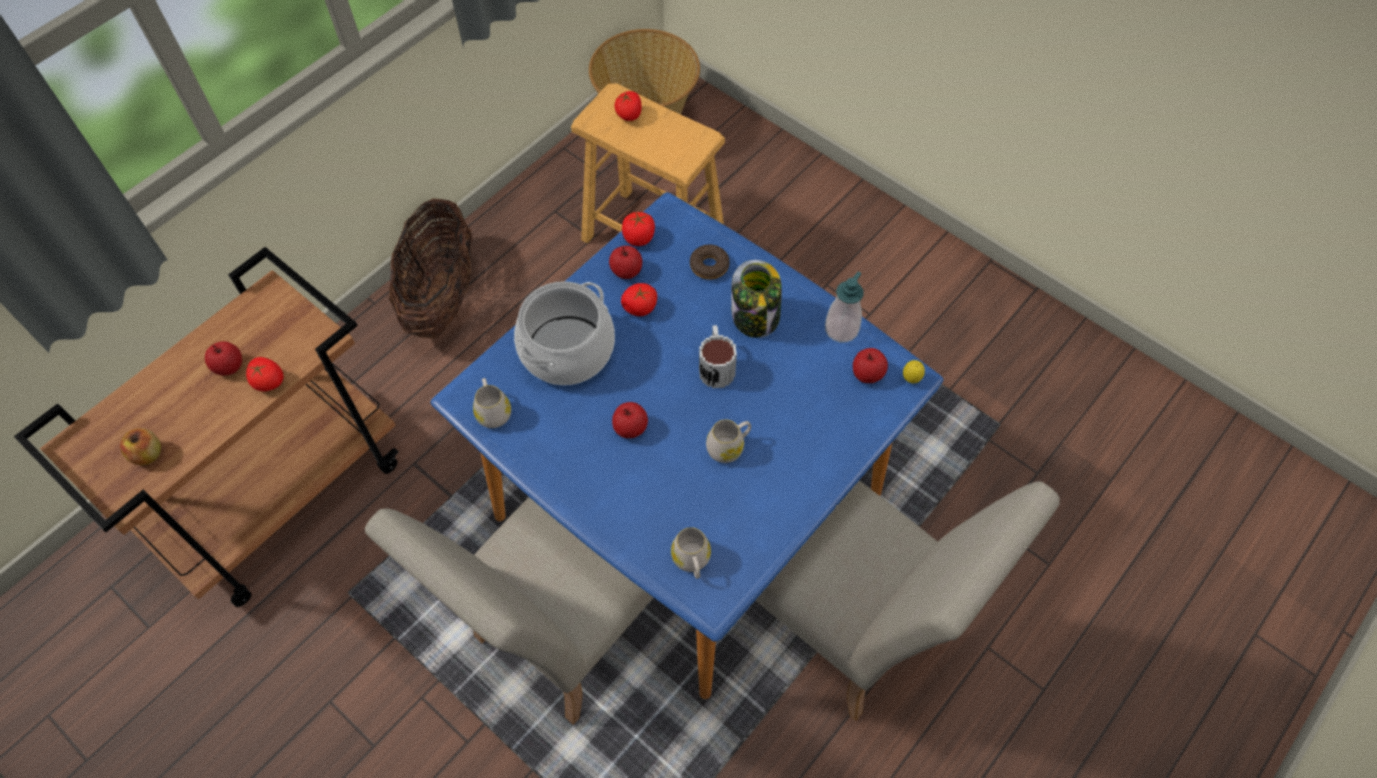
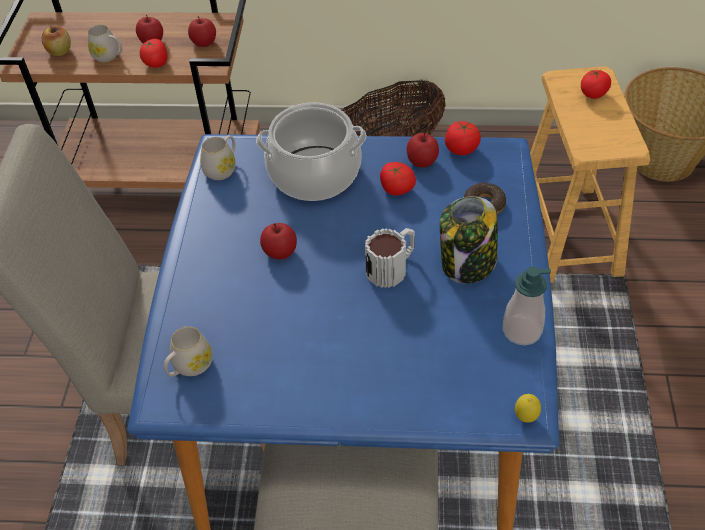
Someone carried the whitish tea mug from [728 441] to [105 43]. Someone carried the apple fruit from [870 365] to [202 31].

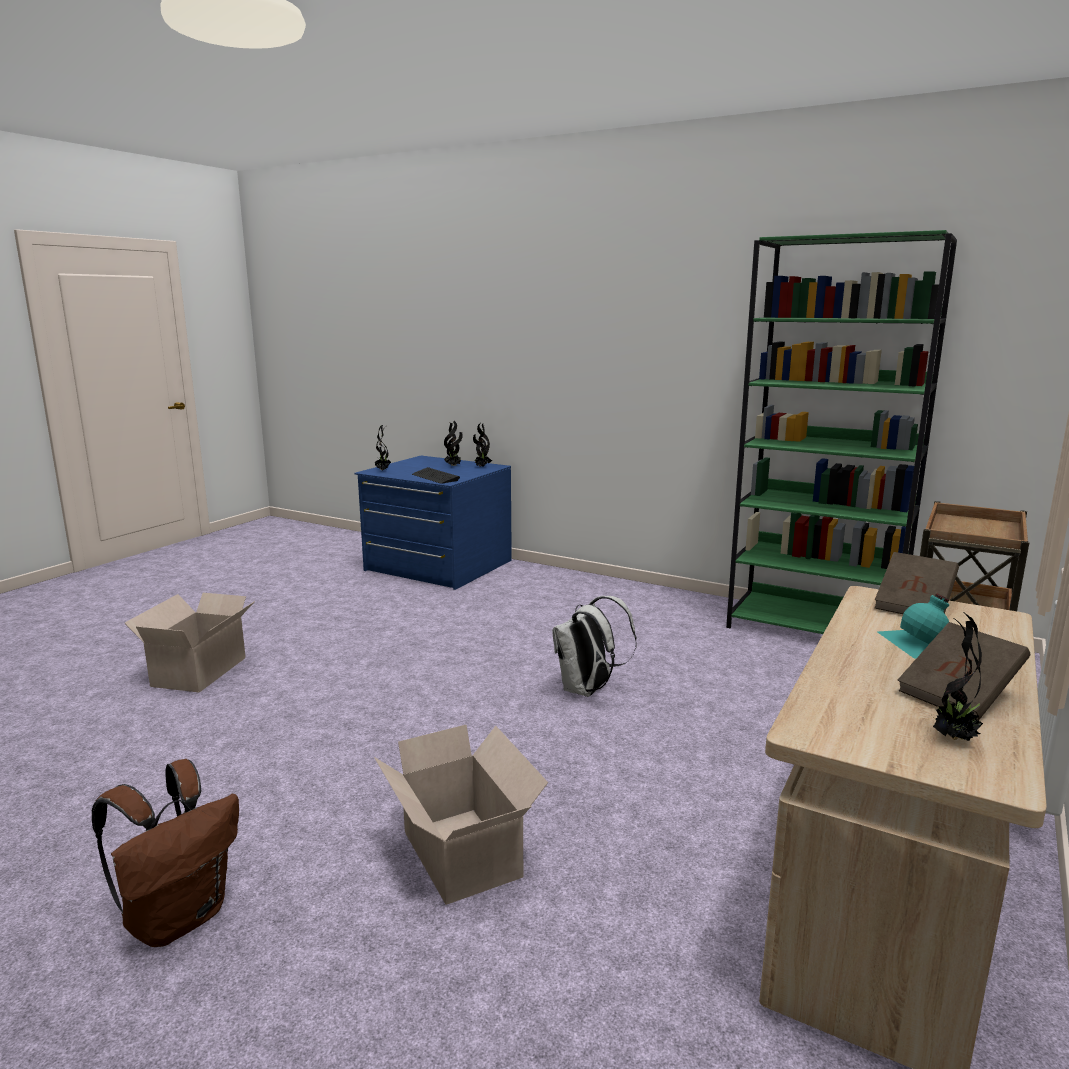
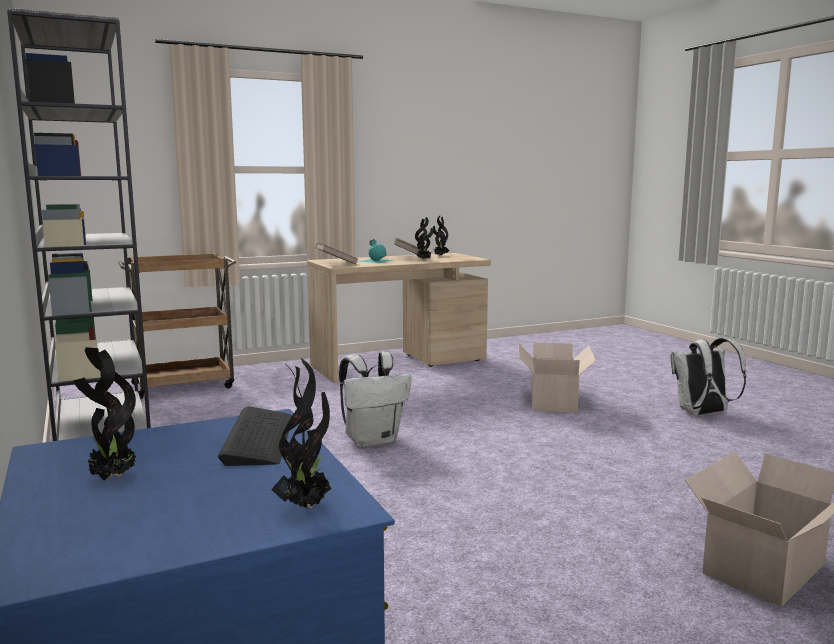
Someone repainted the greenish bookcase at [841 432], which became the greyish bookcase at [79 224]. Someone carried the plant in a pot from [482 445] to [424 238]. Someone repainted the brown-coloured backpack at [165 853], which became the whitish backpack at [708 376].

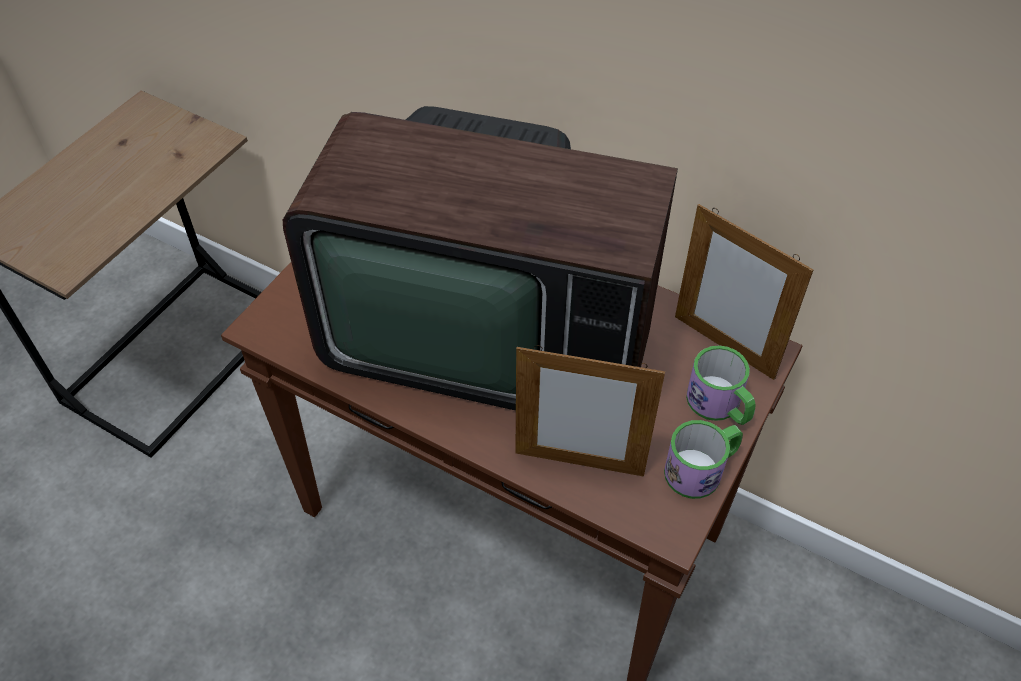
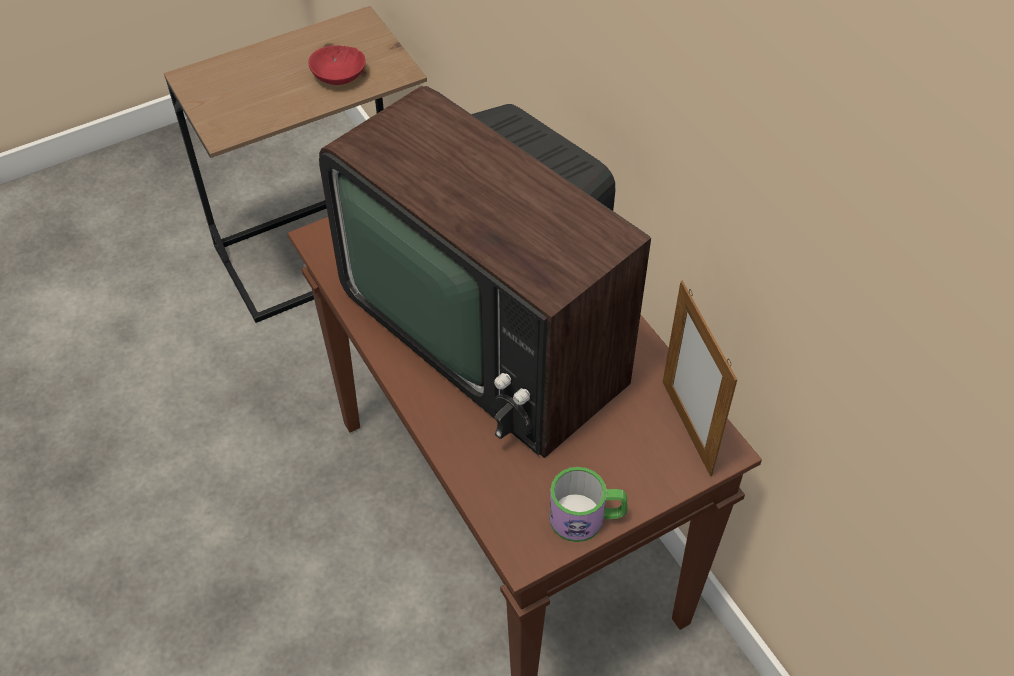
Someone put down the reddish bowl at [337 65]. Someone took away the picture frame at [590 411]. Someone took away the tea mug at [720 385].

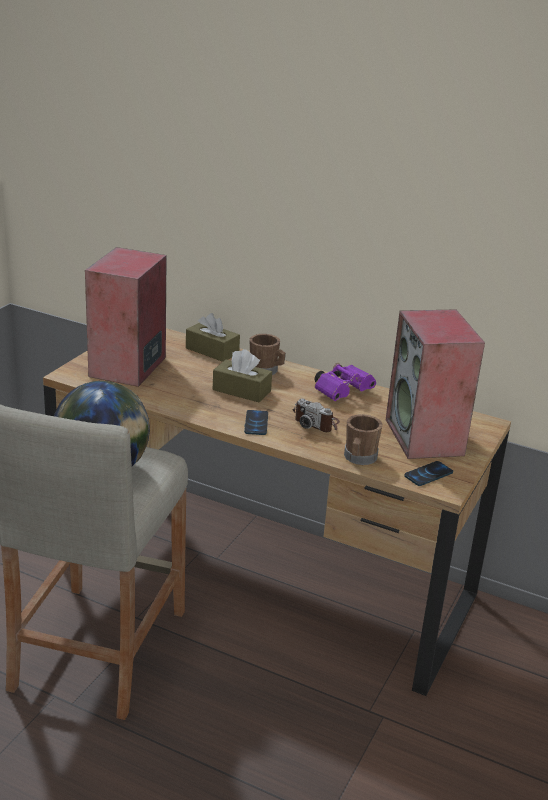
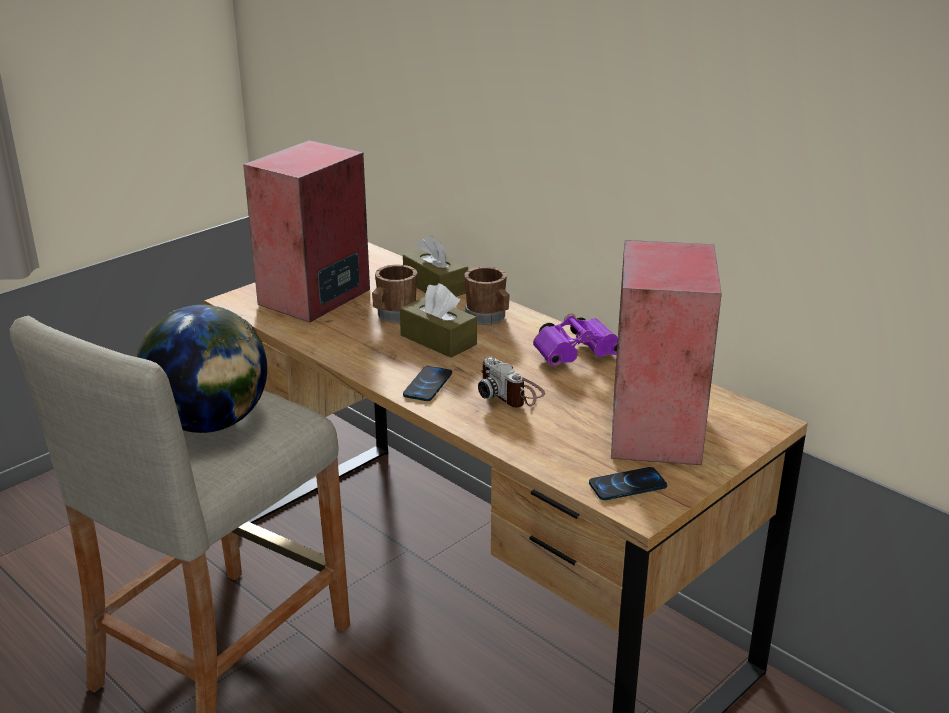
Someone carried the brown-coloured tea mug from [363 439] to [394 293].

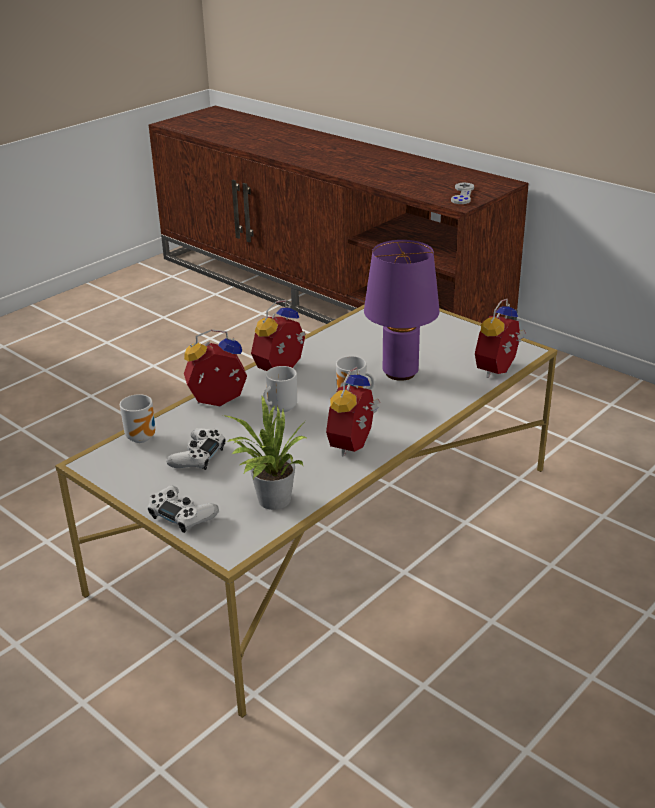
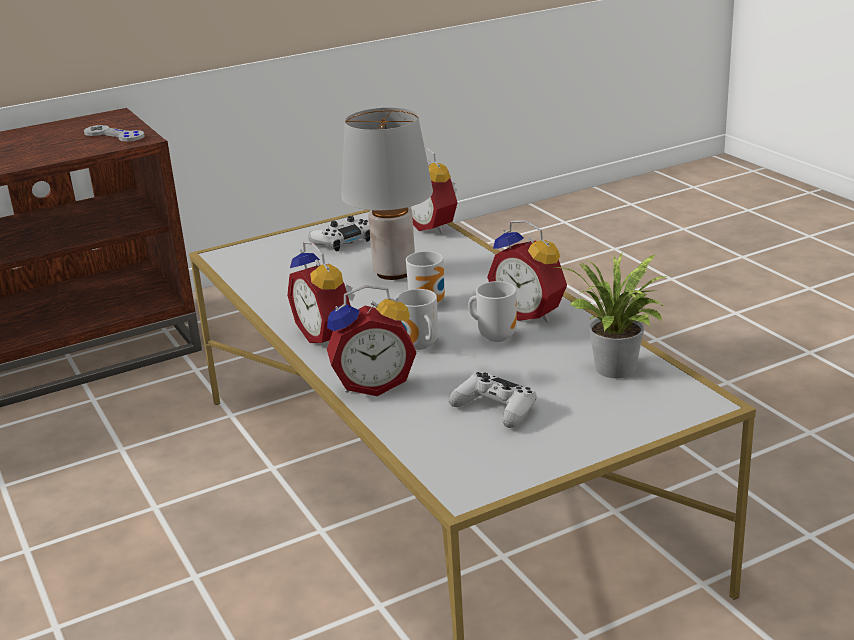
Someone carried the whitish game controller from [183 509] to [339 233]. Someone rotated the alarm clock at [215 367] by 105 degrees counterclockwise. Someone repainted the purple-coloured table lamp at [402 310], which became the greyish table lamp at [387 194]. Someone carried the tea mug from [137 418] to [492 311].

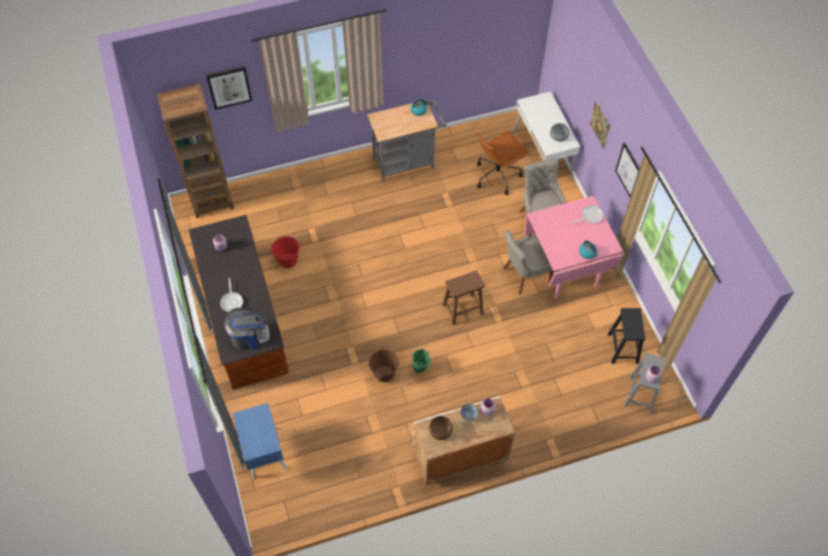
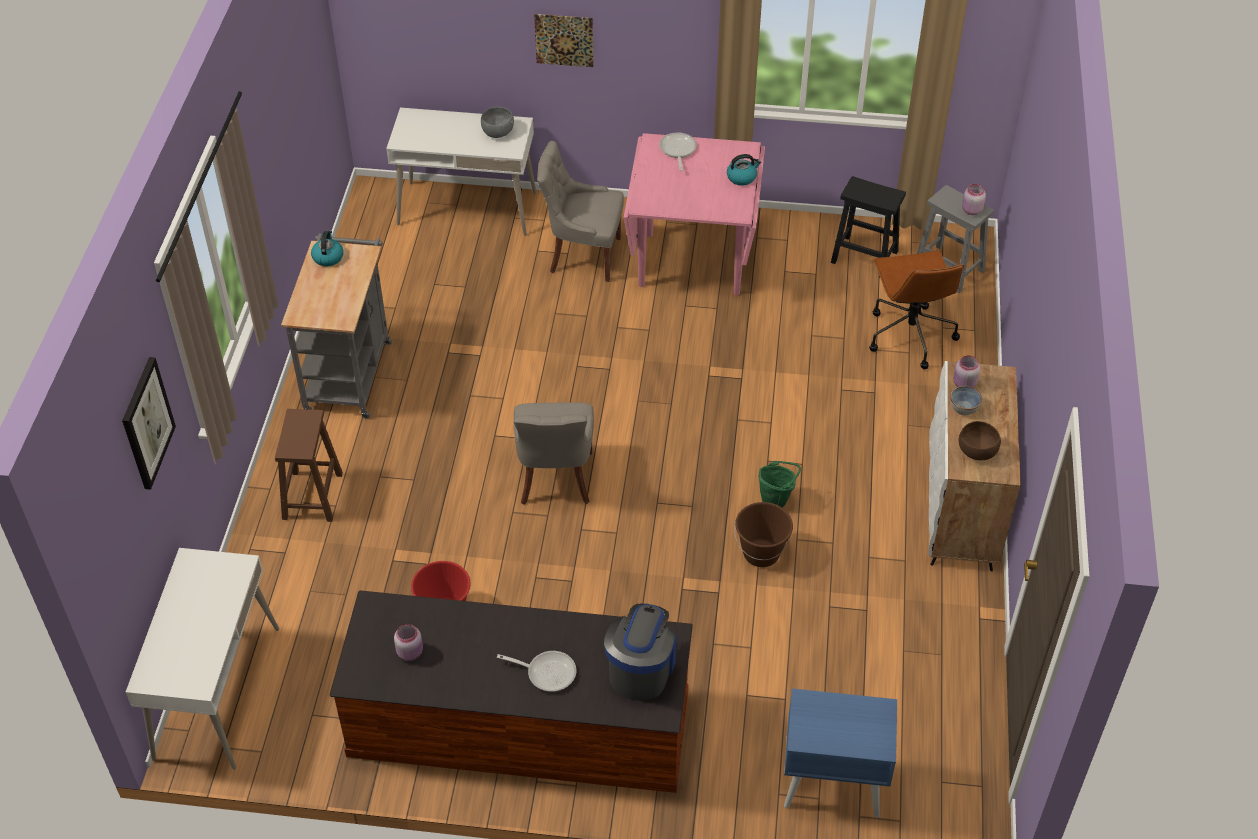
Someone swapped the brown-coloured bookcase at [195 151] for the whitish desk at [202 659]. Someone carried the brown-coloured stool seat from [463 297] to [309 465]. Someone carried the greyish upright chair from [528 262] to [554 453]. Someone carried the brown-coloured desk chair from [504 163] to [916 310]. Someone took away the wall art at [627 170].

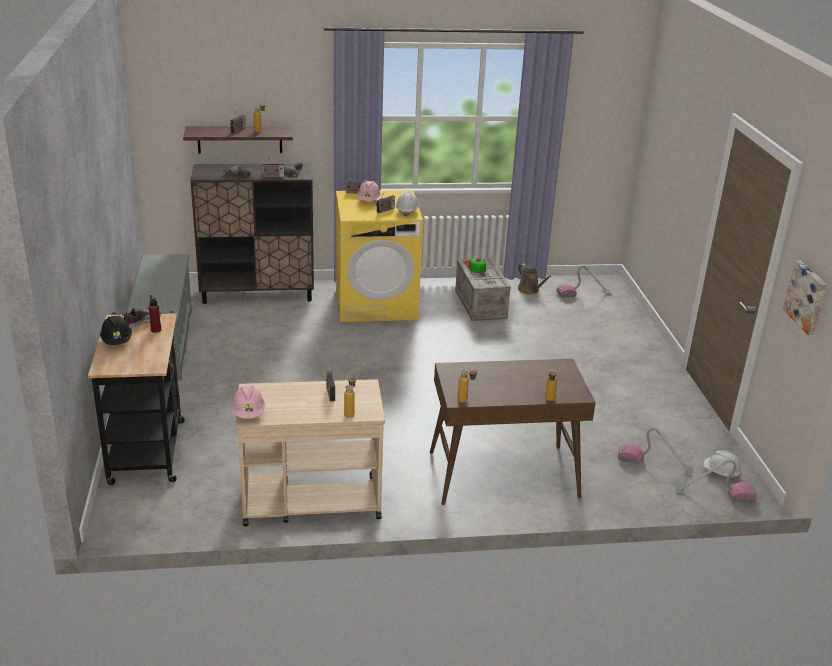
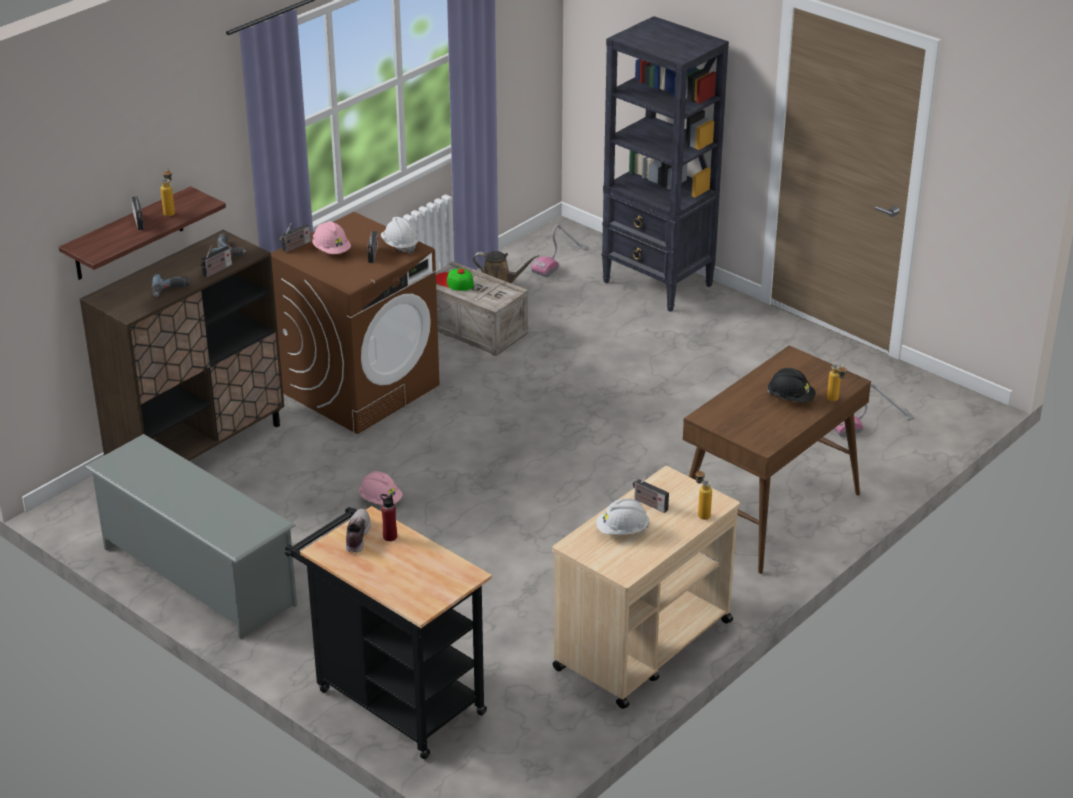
Someone repainted the yellow washing machine at [379 256], which became the brown-coloured washing machine at [355 323]. Someone carried the pink-coloured work helmet from [248 401] to [381 488]. Someone carried the whitish work helmet from [722 464] to [623 516]. Someone put down the black-coloured bookcase at [665 164]. Someone carried the black-coloured work helmet from [116 330] to [791 385]. Someone took away the beverage bottle at [467 385]. Someone took away the vacuum at [716 482]. Someone took away the wall art at [805 297].

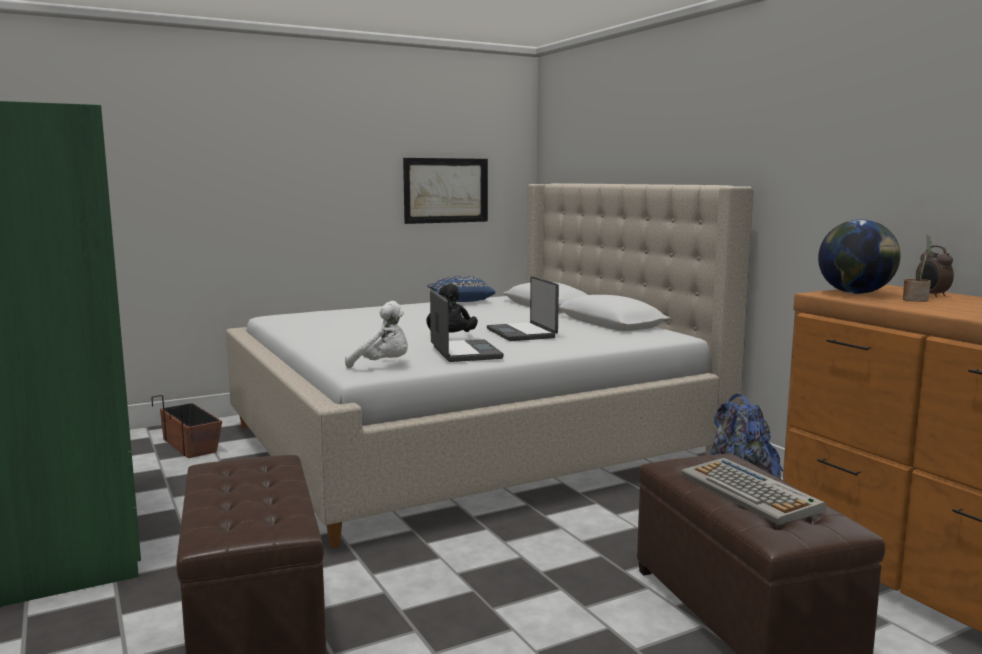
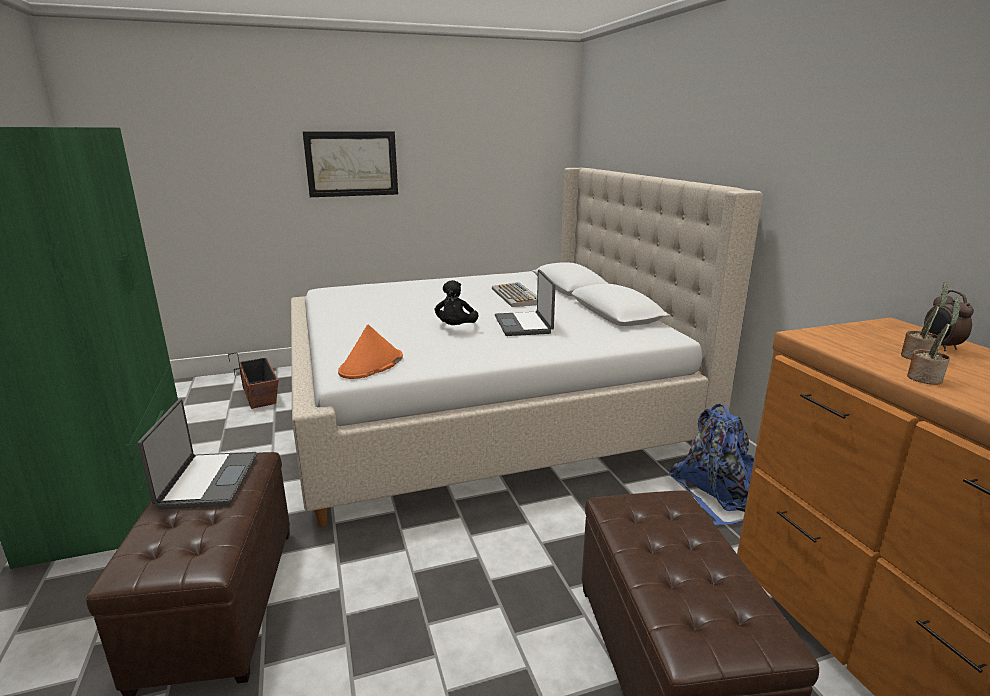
Someone carried the laptop from [467 326] to [197 454]. Someone carried the wall art from [445 191] to [350 164]. Someone swapped the whitish cuddly toy at [376 334] for the orangey hat at [370 351]. Someone carried the computer keyboard from [753 491] to [514 294]. Someone put down the plant in a pot at [934 341]. Someone took away the blue throw pillow at [461 289]. Someone took away the desk globe at [859 256].

